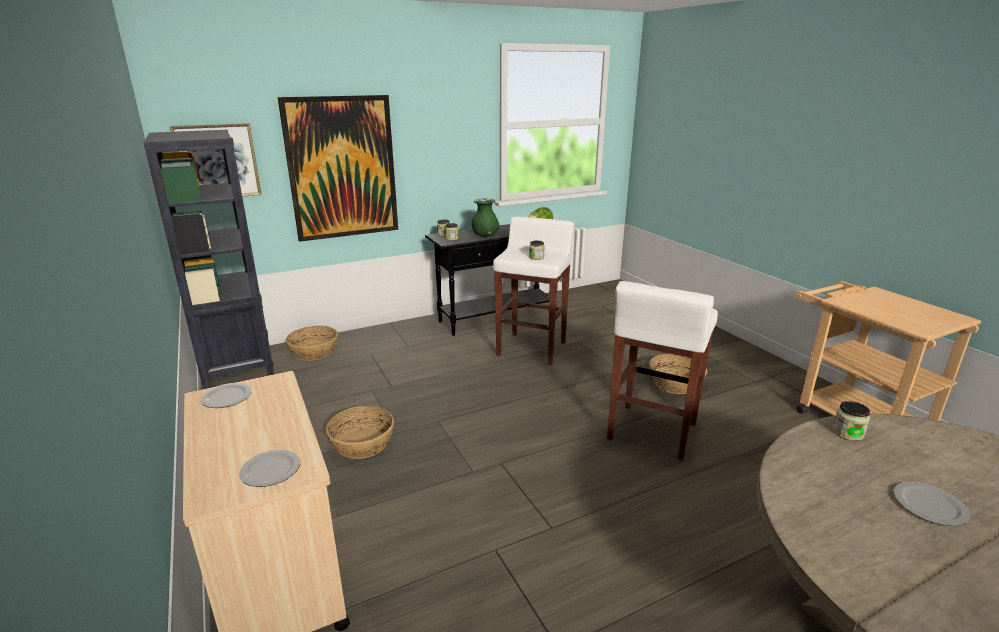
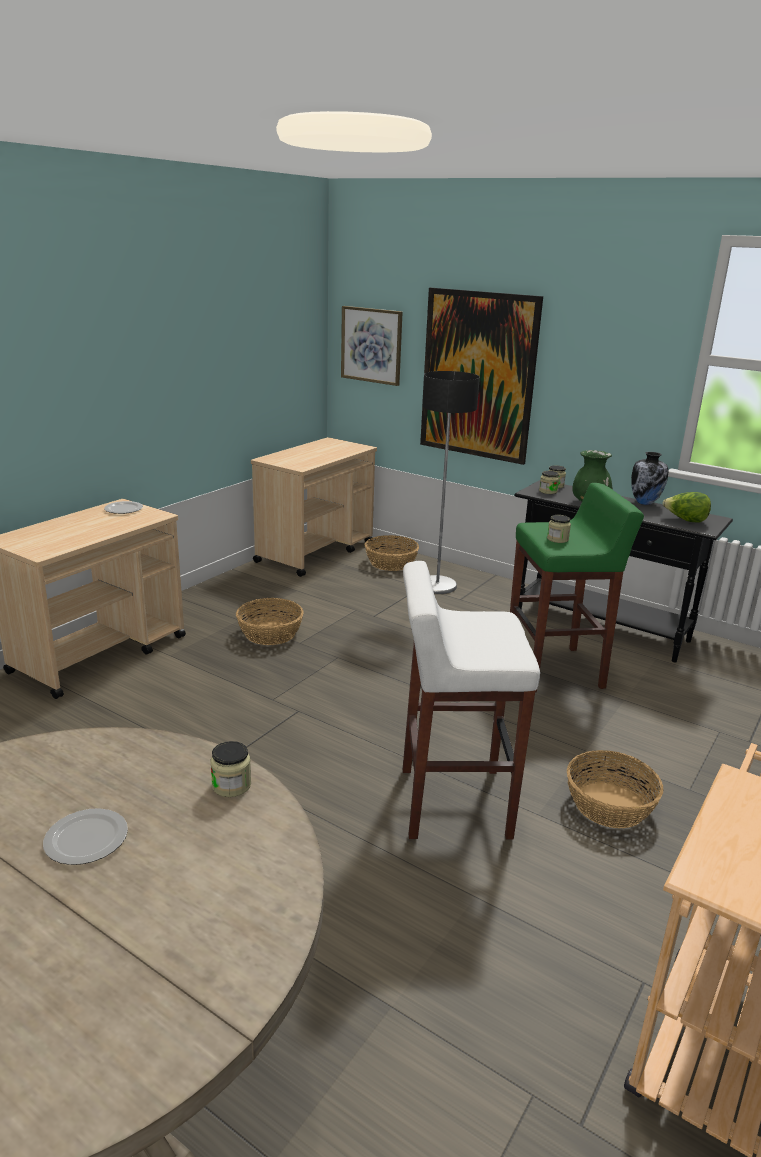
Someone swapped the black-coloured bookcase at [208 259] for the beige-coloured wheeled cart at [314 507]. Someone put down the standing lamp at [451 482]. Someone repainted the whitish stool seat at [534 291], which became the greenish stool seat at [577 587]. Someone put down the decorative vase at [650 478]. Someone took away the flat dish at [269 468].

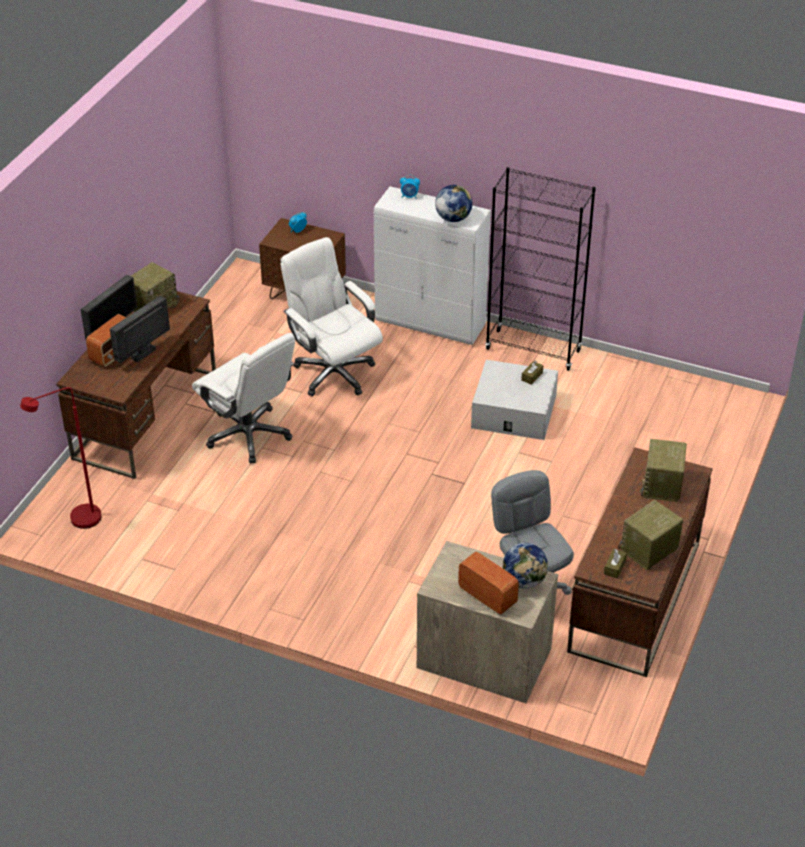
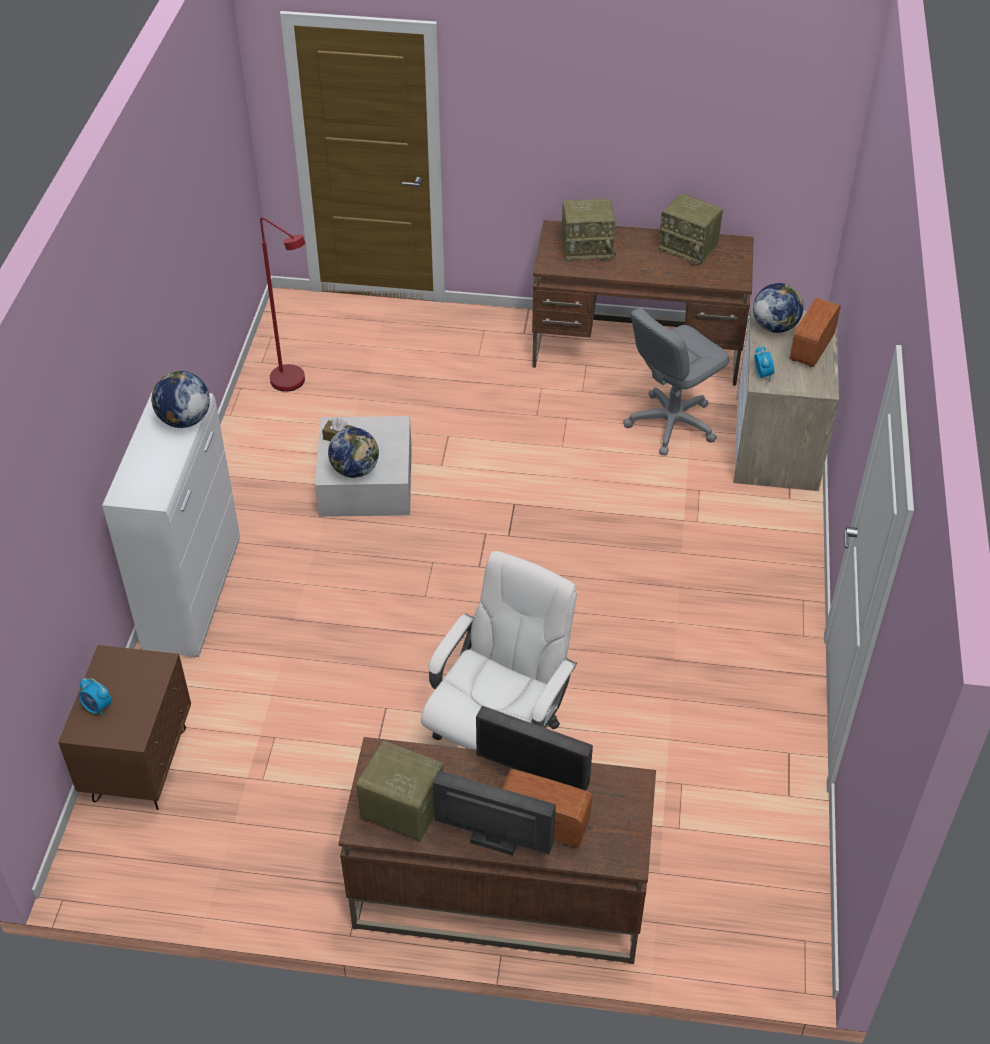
Someone carried the reddish standing lamp from [61 458] to [282 304]. Someone put down the desk globe at [353 452]. Someone carried the alarm clock from [410 187] to [764 363]. Someone took away the whitish desk chair at [331 316]. Someone took away the black-coloured bookcase at [540 269]. Someone took away the brown-coloured box of tissues at [615 564].

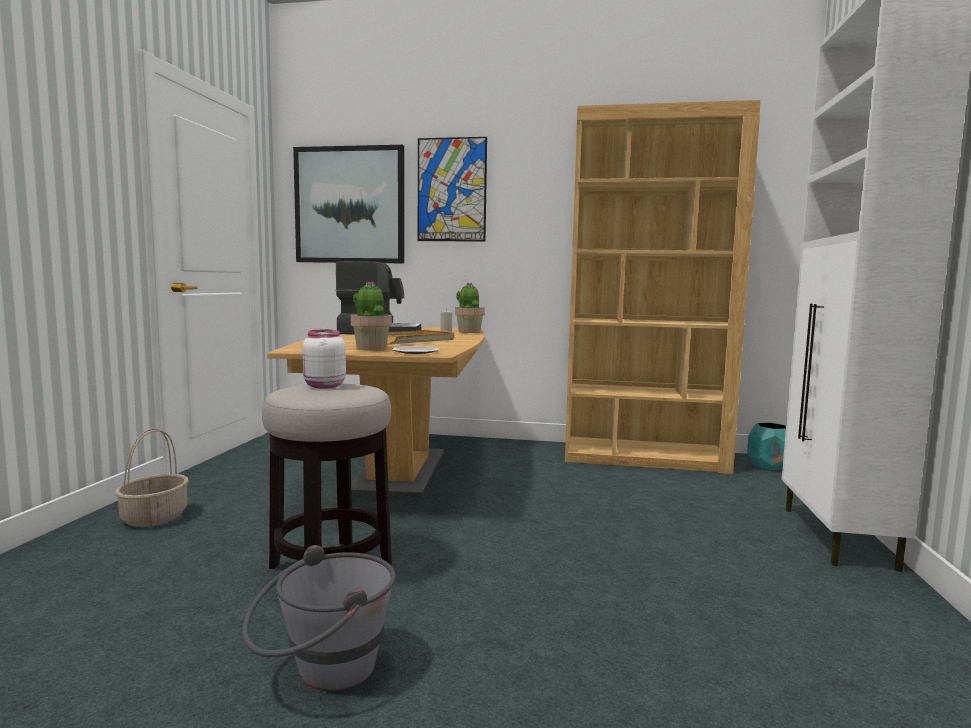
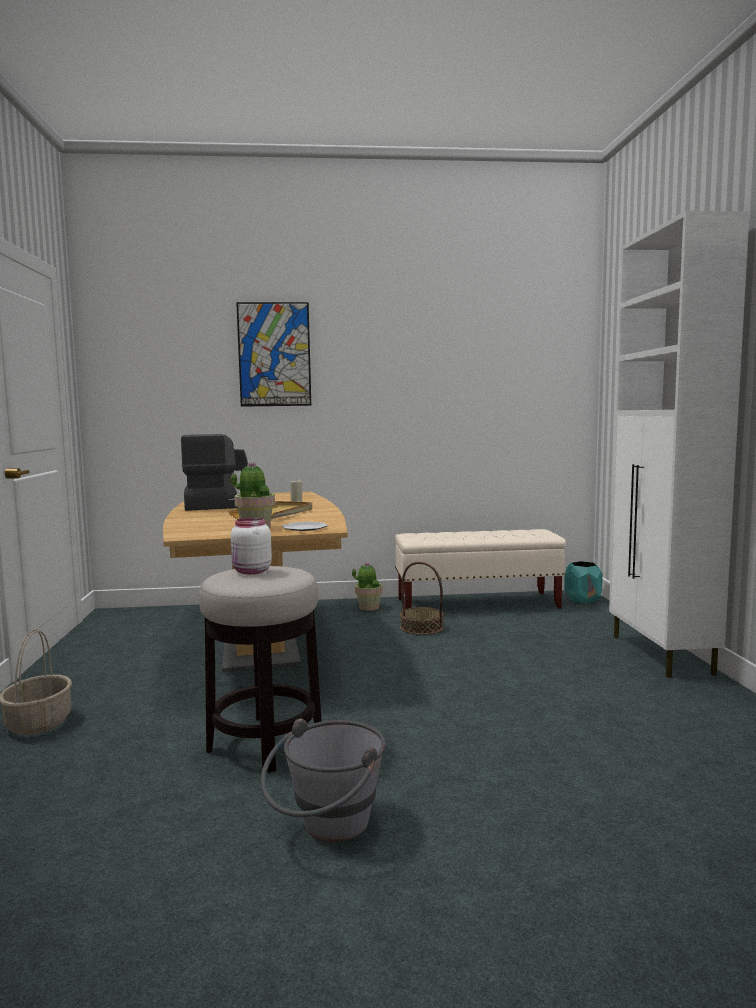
Someone carried the plant in a pot from [470 308] to [367 586]. Someone swapped the brown-coloured bookcase at [663 287] for the beige-coloured bench at [480 569]. Someone put down the household basket at [422 598]. Someone took away the wall art at [348 204].

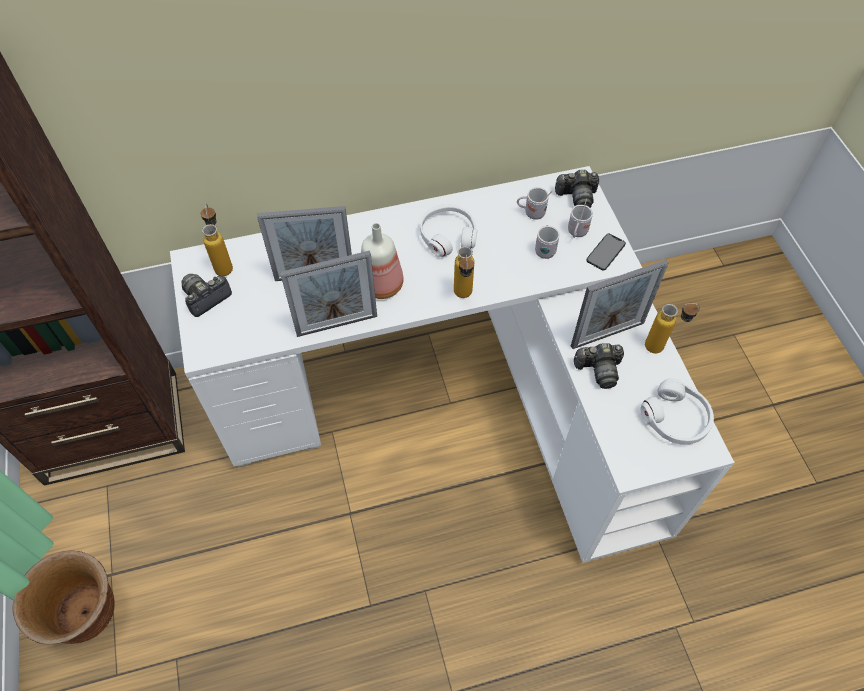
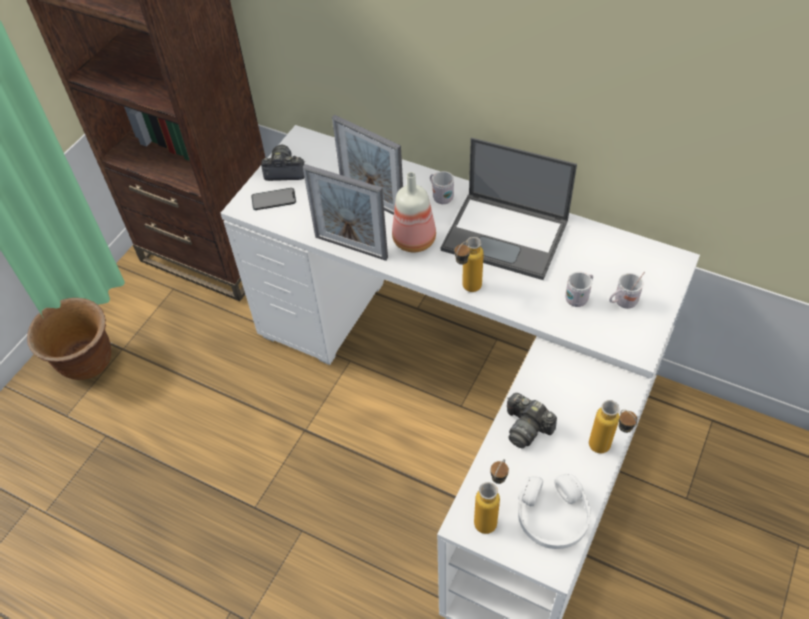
Someone carried the telephone from [606 252] to [273 199]. Someone carried the whitish tea mug from [534 203] to [442 187]. Someone swapped the whitish headphones at [448 230] for the laptop at [509 209]. Someone carried the beverage bottle from [217 240] to [491 496]. Someone took away the photo camera at [577 188]. Someone took away the picture frame at [619 304].

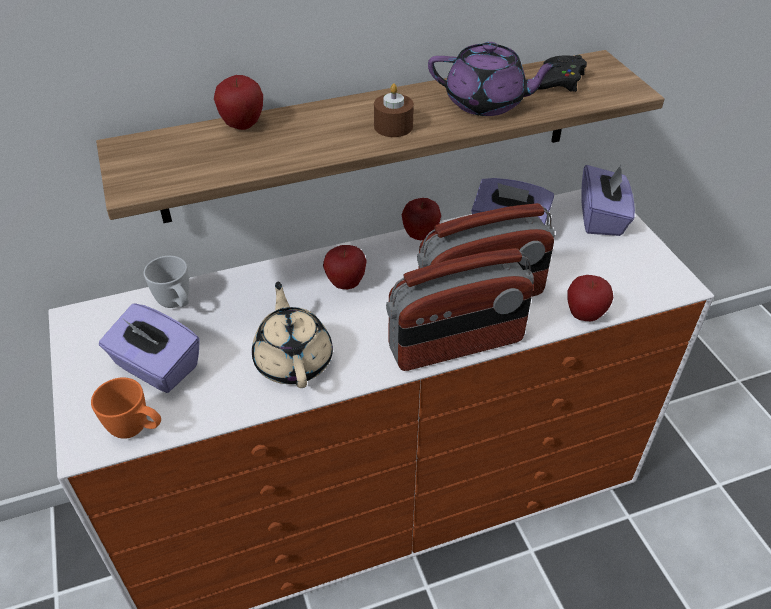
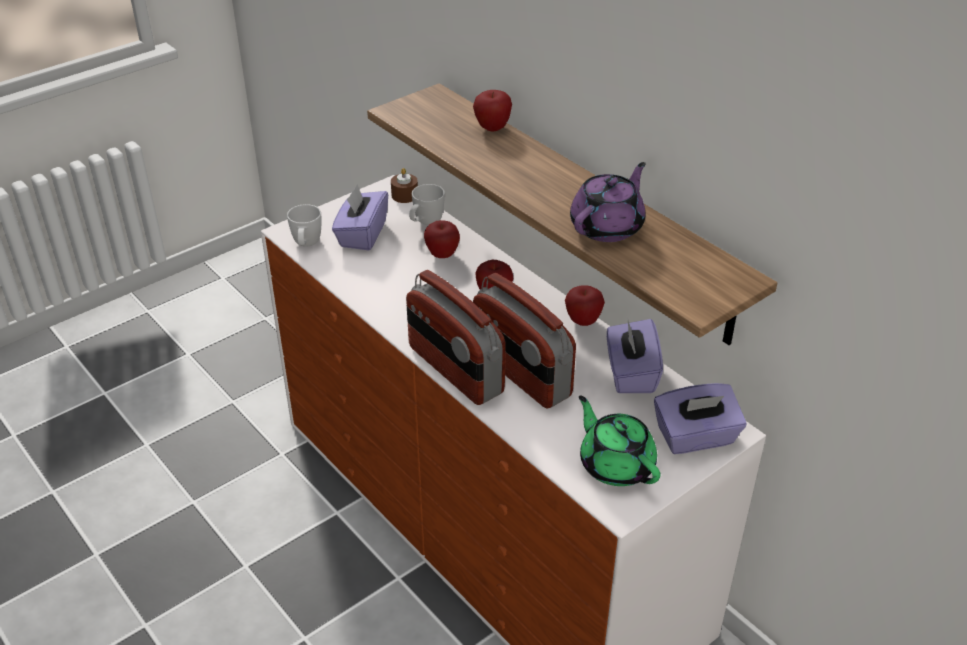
Someone repainted the orangey tea mug at [126 408], which became the whitish tea mug at [304 225]. Someone carried the brown-coloured candle from [394 110] to [404 185]. Someone carried the apple fruit from [590 298] to [442 239]. Someone rotated the purple-coloured teapot at [494 79] by 135 degrees counterclockwise. Someone put down the greenish teapot at [620 440]. Someone took away the beige-coloured teapot at [292 335]. Someone took away the black-coloured game controller at [562 73].

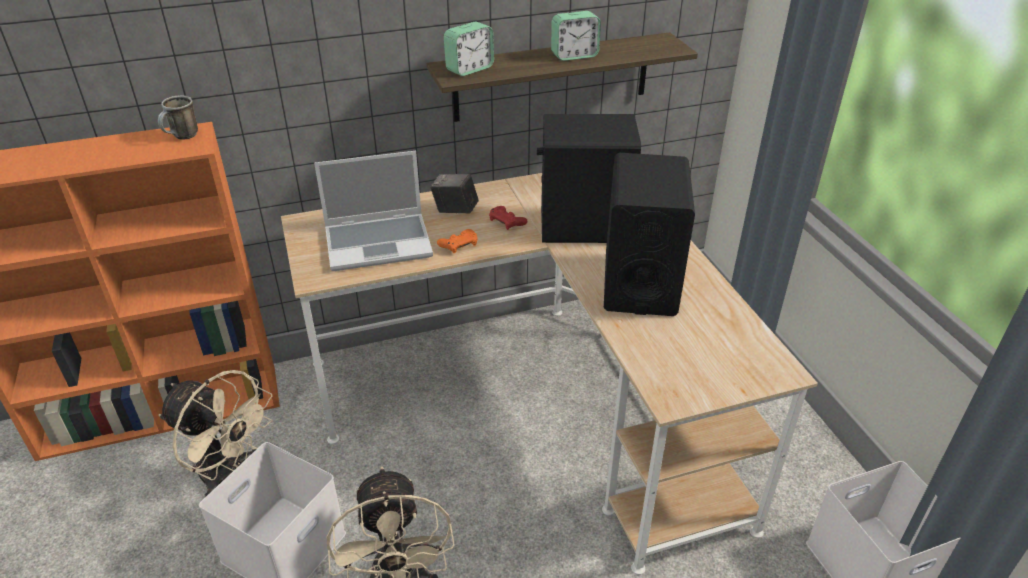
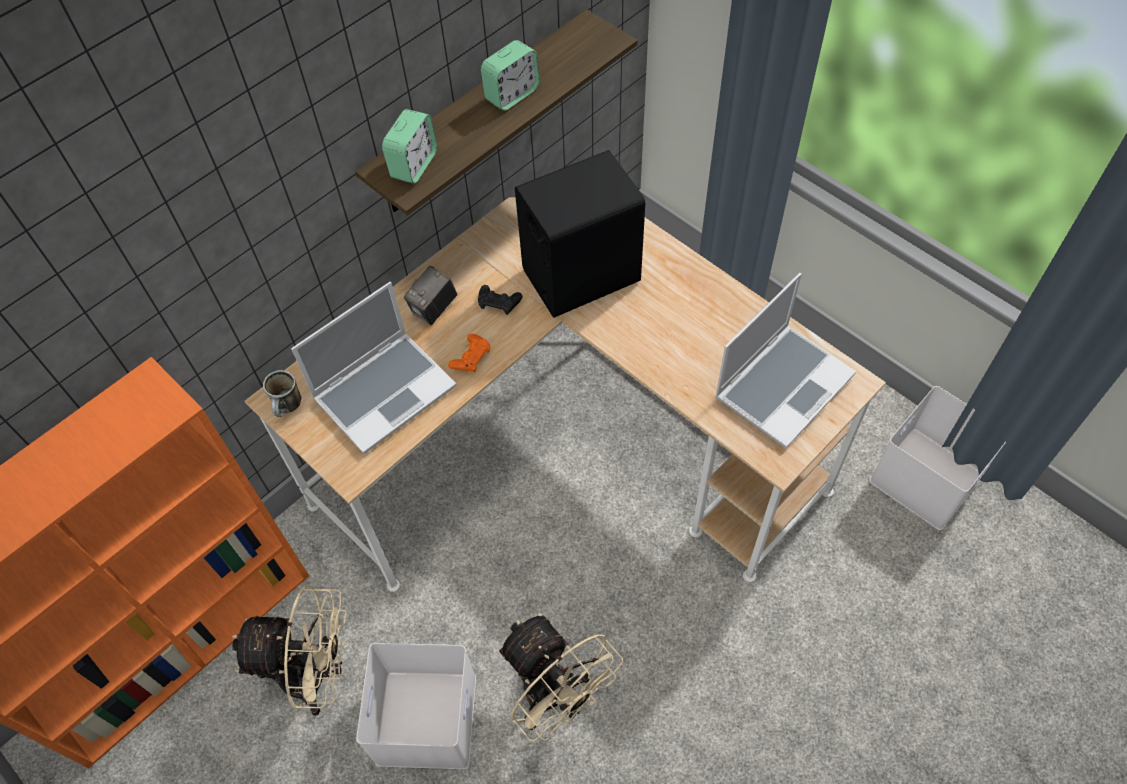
Someone carried the tea mug from [178 118] to [282 393]. Someone rotated the photo camera at [454 193] by 45 degrees counterclockwise. Someone repainted the reddish game controller at [508 218], which became the black-coloured game controller at [500 300]. Someone put down the laptop at [785 360]. Someone took away the black-coloured speaker at [649 234].

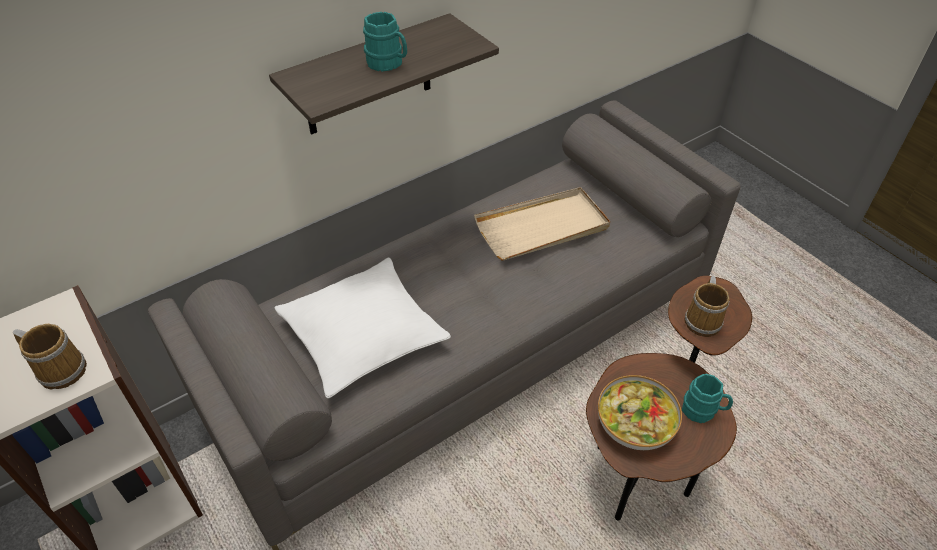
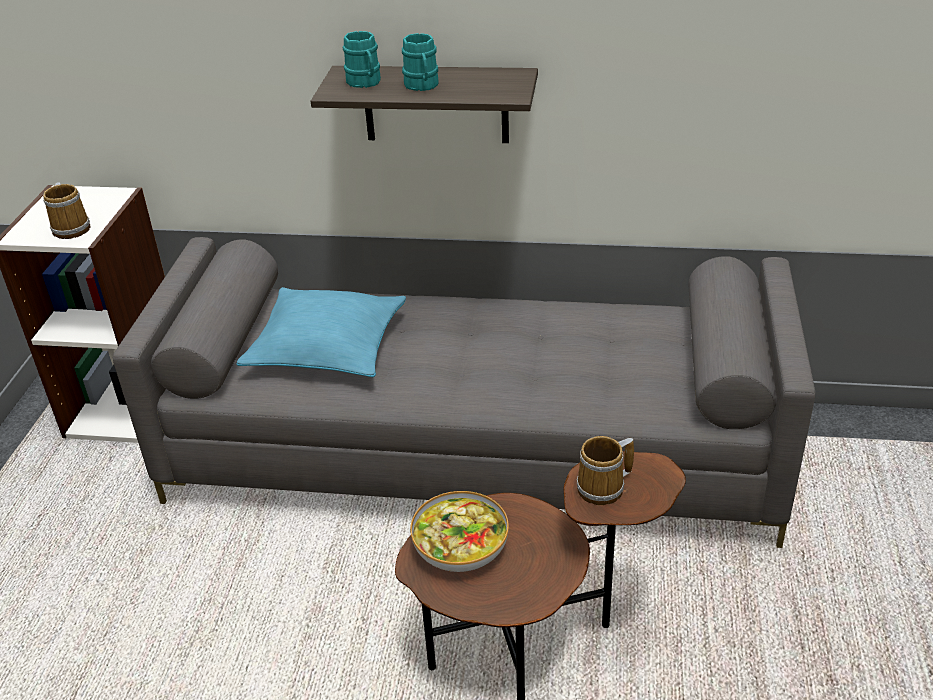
Someone repainted the whitish throw pillow at [363 328], which became the turquoise throw pillow at [321 332]. Someone carried the turquoise tea mug from [707 398] to [362 59]. Someone took away the beige-coloured tray at [542 224].

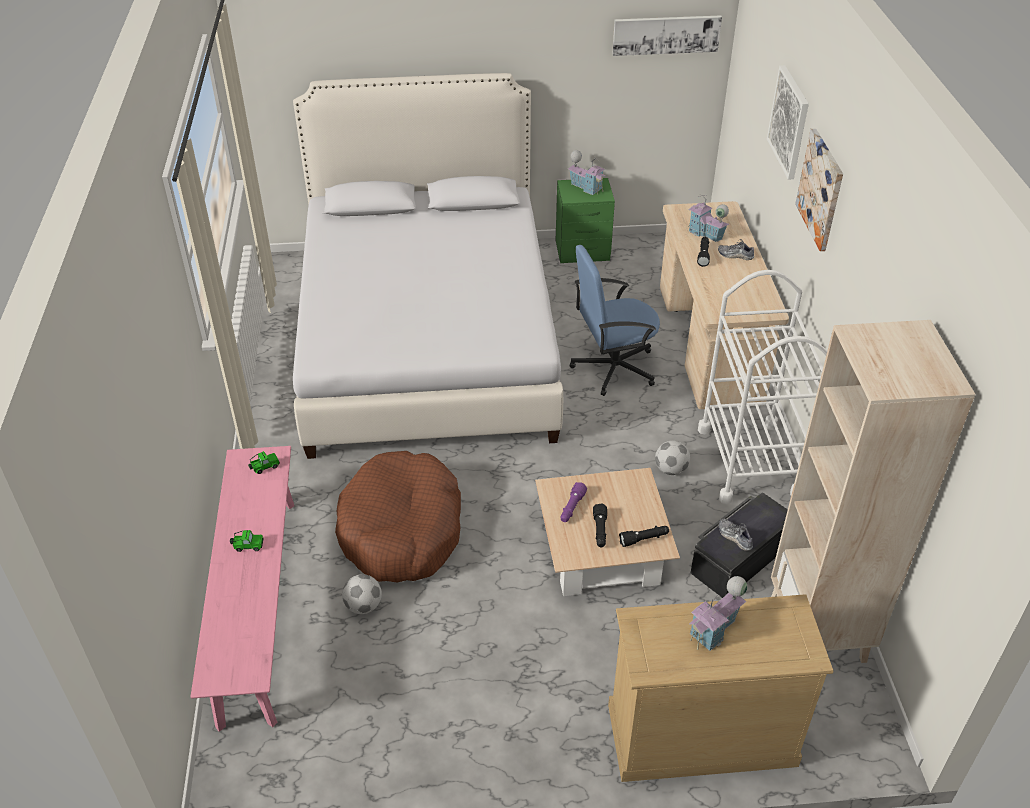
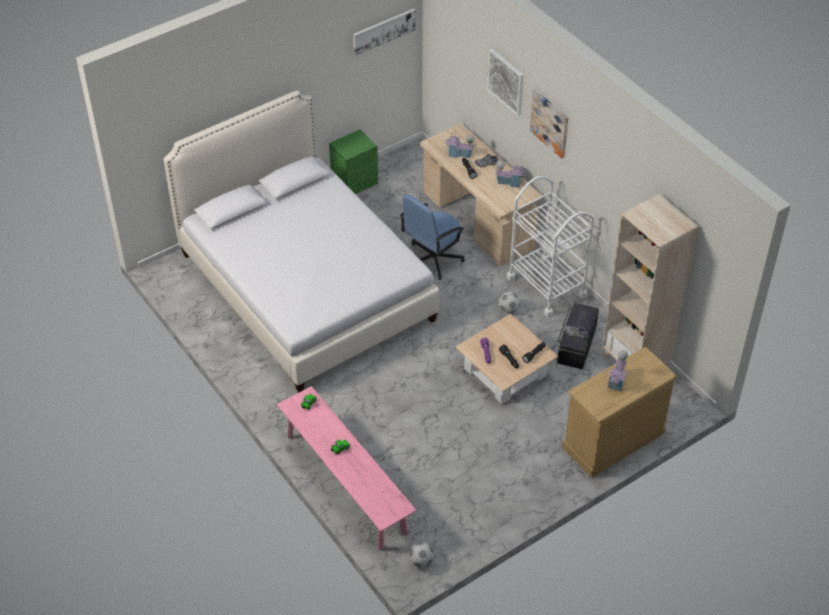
Someone carried the ball for football from [362 594] to [421 555]. Someone carried the model house from [586 172] to [510 174]. Someone took away the brown-coloured pet bed at [398 517].

